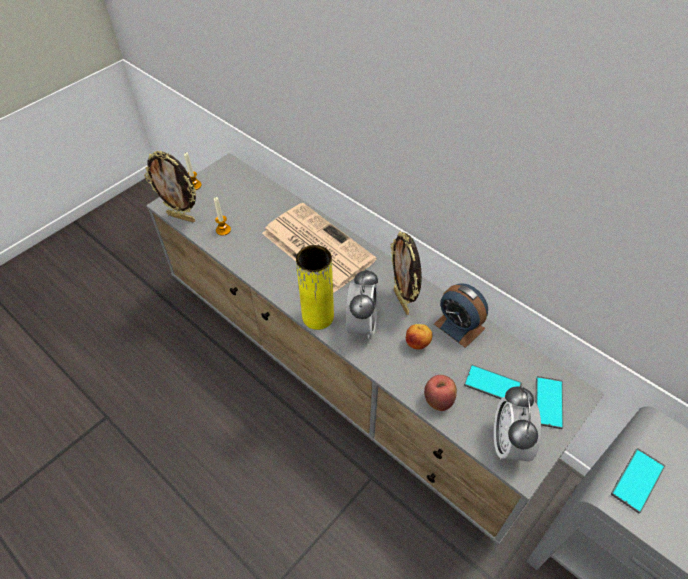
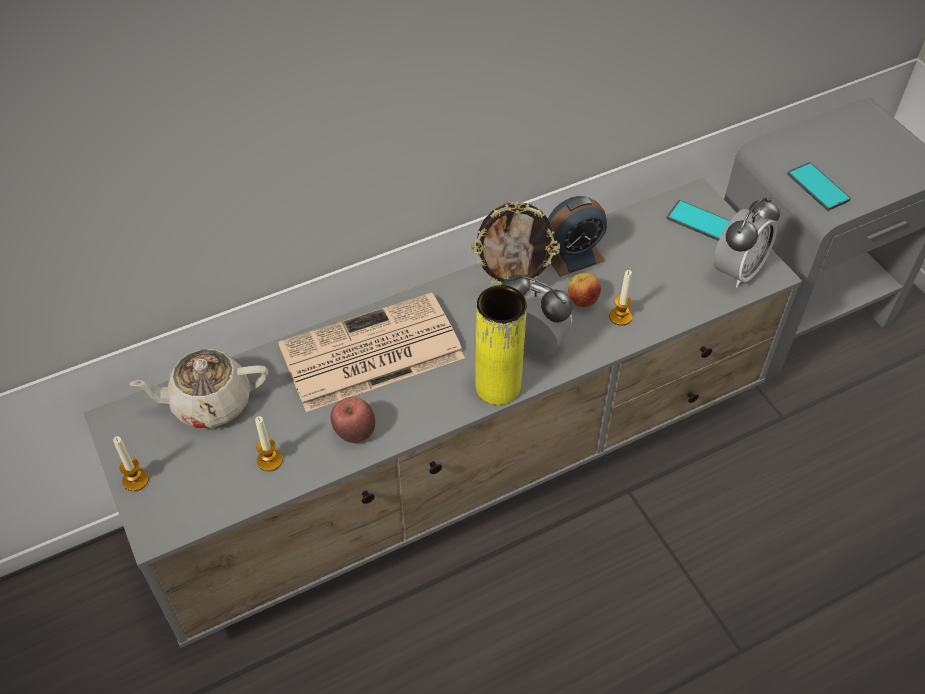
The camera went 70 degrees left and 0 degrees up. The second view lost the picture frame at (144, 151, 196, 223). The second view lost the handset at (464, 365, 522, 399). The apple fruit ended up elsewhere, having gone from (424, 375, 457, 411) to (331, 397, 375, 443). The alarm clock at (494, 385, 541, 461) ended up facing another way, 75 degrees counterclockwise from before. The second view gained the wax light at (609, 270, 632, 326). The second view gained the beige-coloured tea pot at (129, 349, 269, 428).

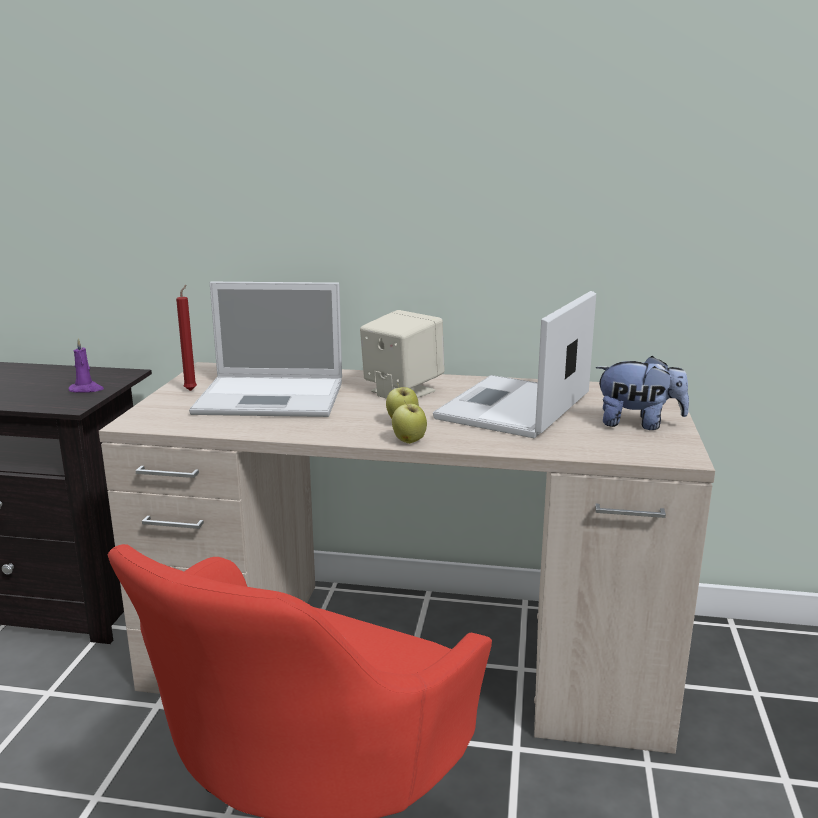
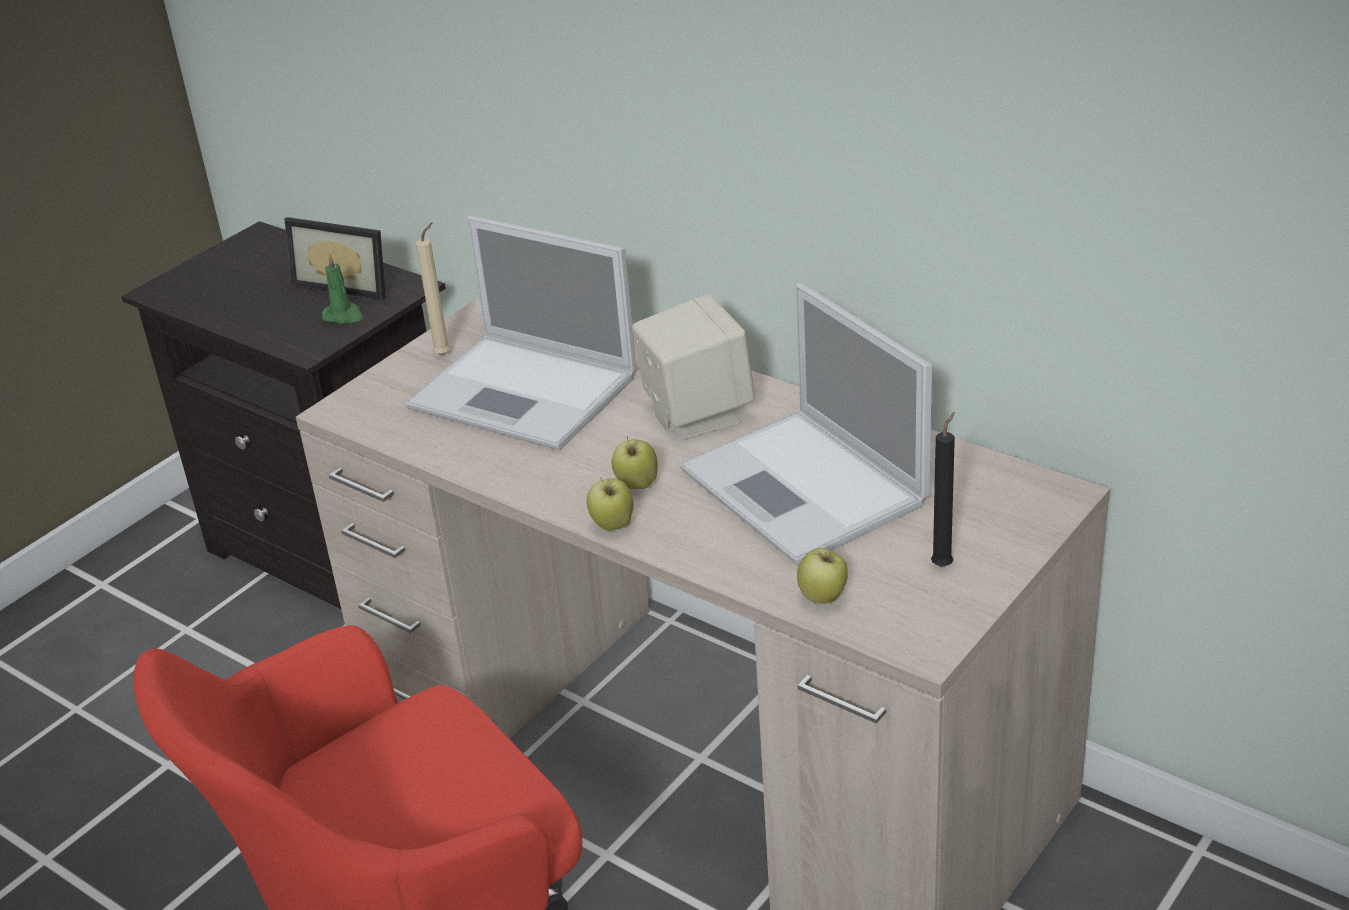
The camera went 30 degrees right and 15 degrees up. What was the red wax light at (176, 285, 197, 391) turned into the beige-coloured wax light at (416, 222, 450, 355). The portable computer at (433, 291, 596, 438) ended up facing another way, 90 degrees counterclockwise from before. What was the purple wax light at (69, 338, 104, 393) turned into the green-coloured wax light at (322, 253, 364, 324). Where the soft toy stood at (596, 356, 689, 430), the blackish wax light came to stand at (931, 412, 955, 567). The second view gained the picture frame at (284, 217, 386, 300). The second view gained the apple fruit at (797, 548, 848, 604).

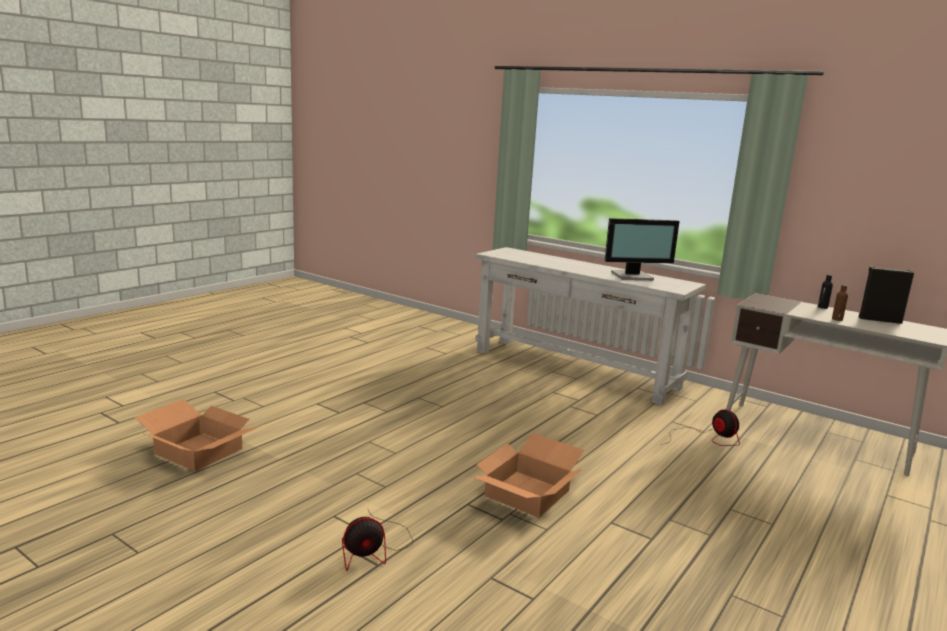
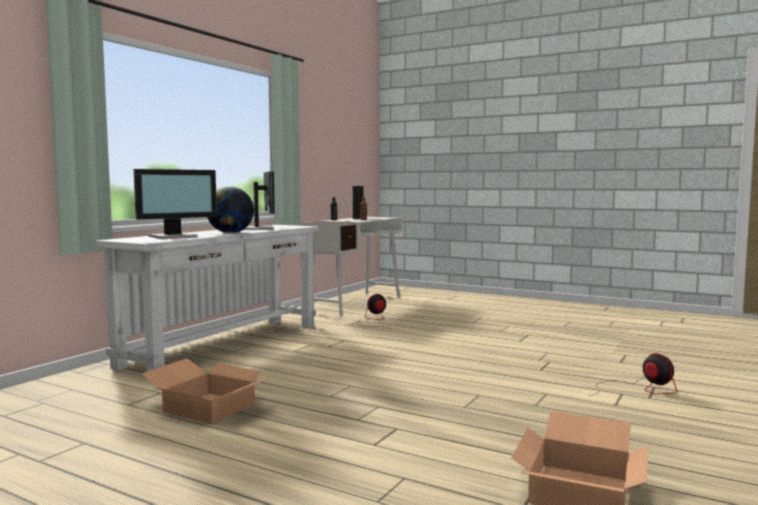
The camera went 95 degrees left and 10 degrees down. The packing box ended up elsewhere, having gone from (471, 433, 584, 518) to (141, 359, 275, 424). The second view gained the computer display at (134, 169, 217, 239). The second view gained the world globe at (207, 187, 254, 233).

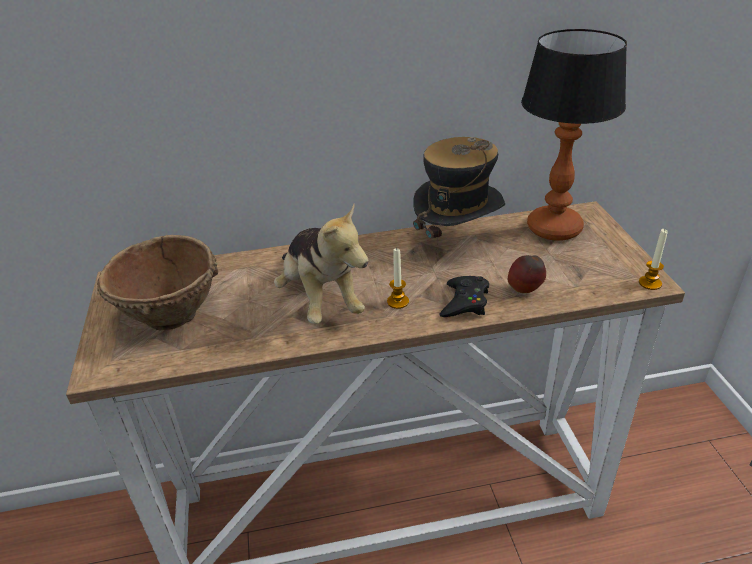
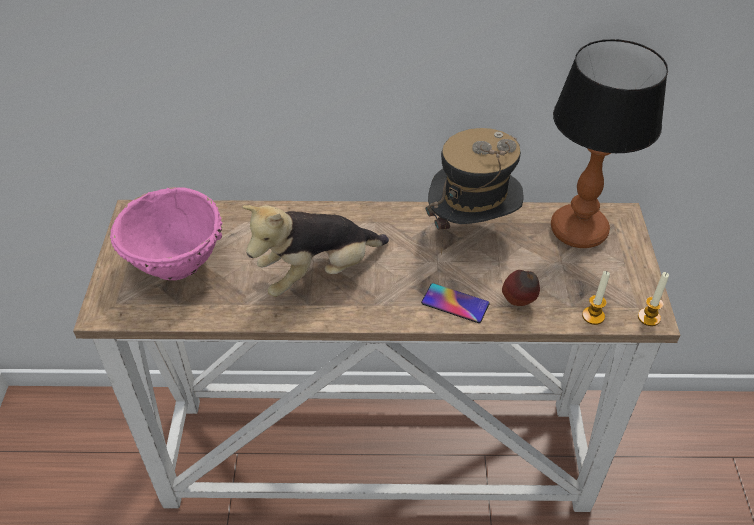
The camera went 10 degrees right and 10 degrees up. The soft toy at (274, 204, 368, 324) ended up facing another way, 75 degrees clockwise from before. What was the brown-coloured deep dish at (97, 235, 218, 330) turned into the pink-coloured deep dish at (110, 187, 222, 280). The wax light ended up elsewhere, having gone from (387, 248, 409, 309) to (582, 271, 610, 325). Where the blackish gamepad stood at (439, 276, 489, 317), the handset came to stand at (421, 283, 490, 323).

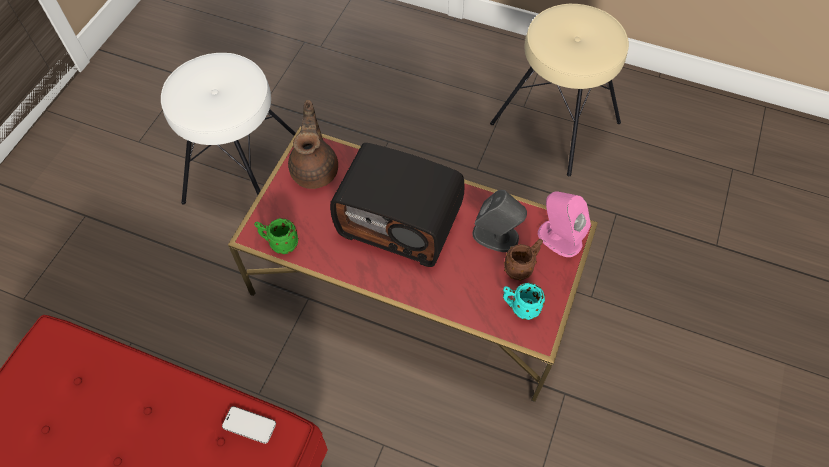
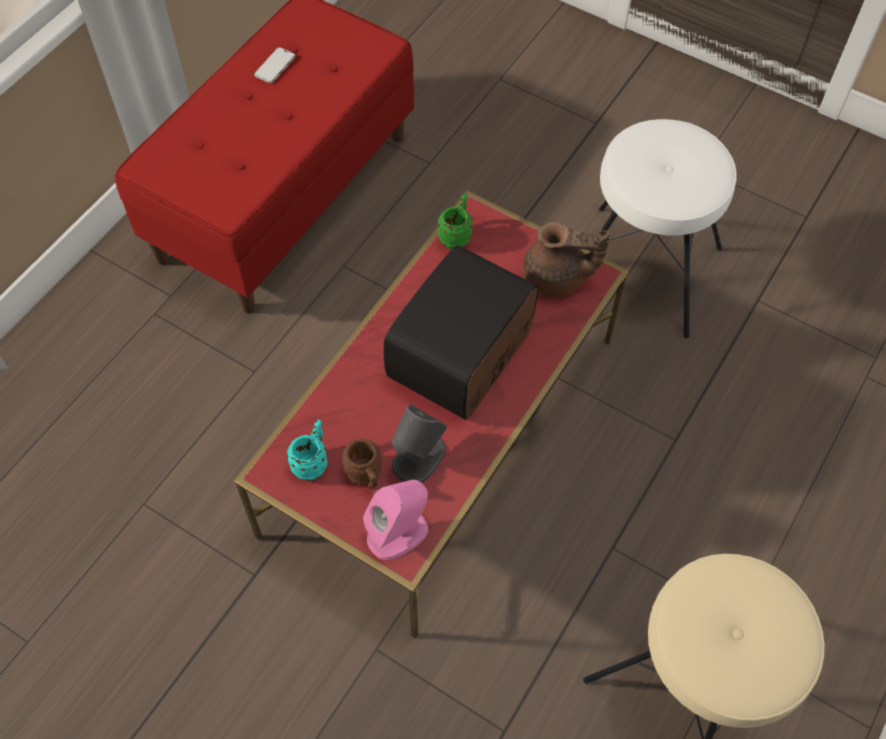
The camera went 100 degrees right and 0 degrees up. The handset ended up elsewhere, having gone from (222, 406, 276, 444) to (254, 47, 295, 83).

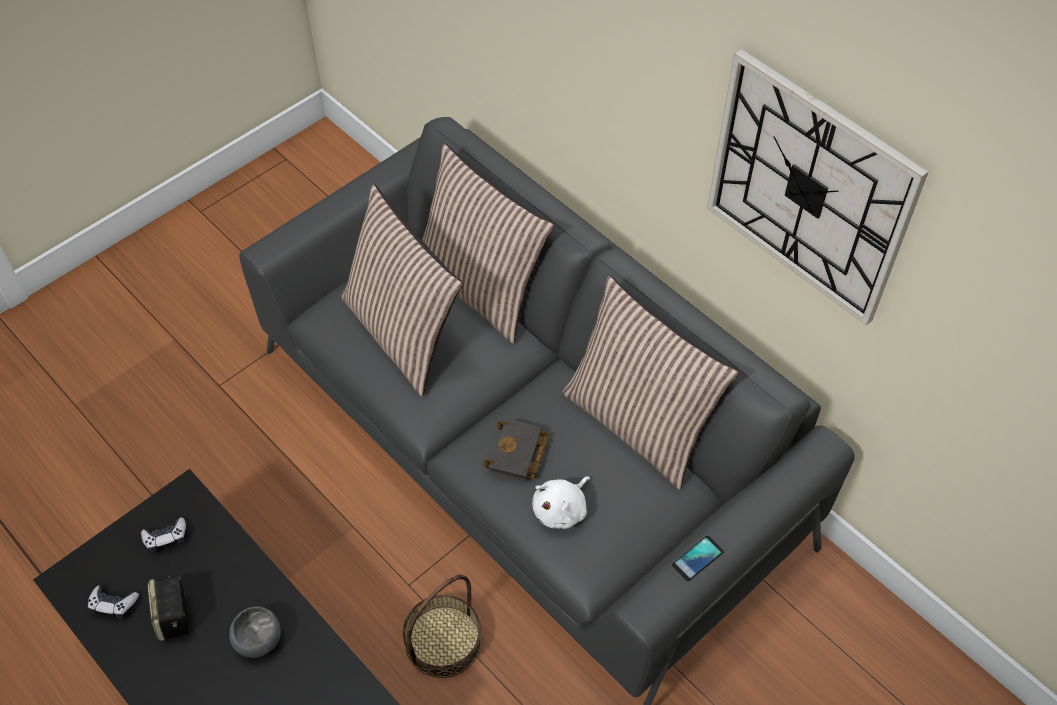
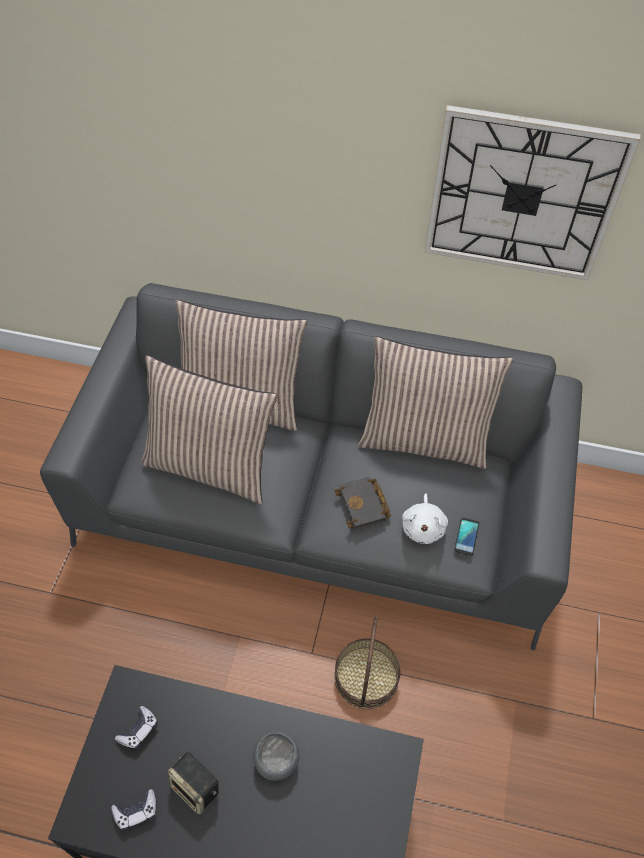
The camera went 35 degrees left and 0 degrees up. The handset ended up elsewhere, having gone from (672, 536, 724, 581) to (454, 518, 479, 556).

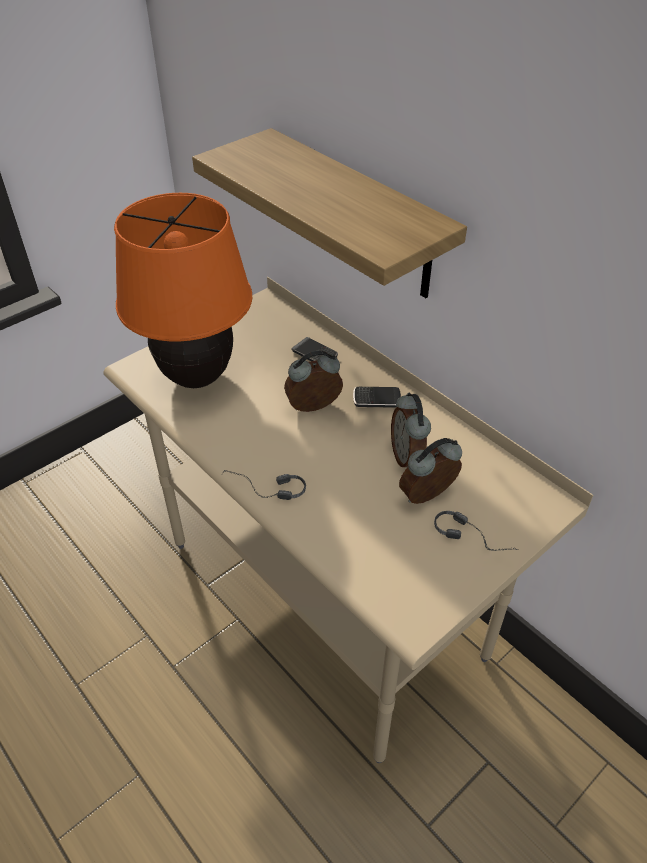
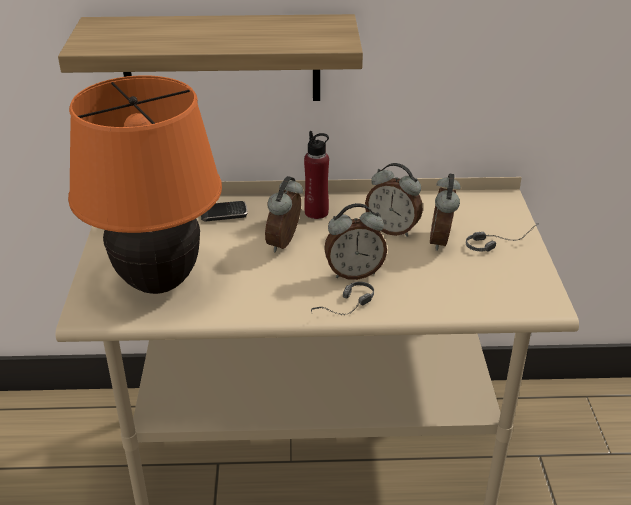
The camera went 50 degrees left and 10 degrees down. Where the handset stood at (353, 387, 401, 408), the red beverage bottle came to stand at (304, 131, 329, 219). The second view gained the alarm clock at (324, 203, 387, 280).

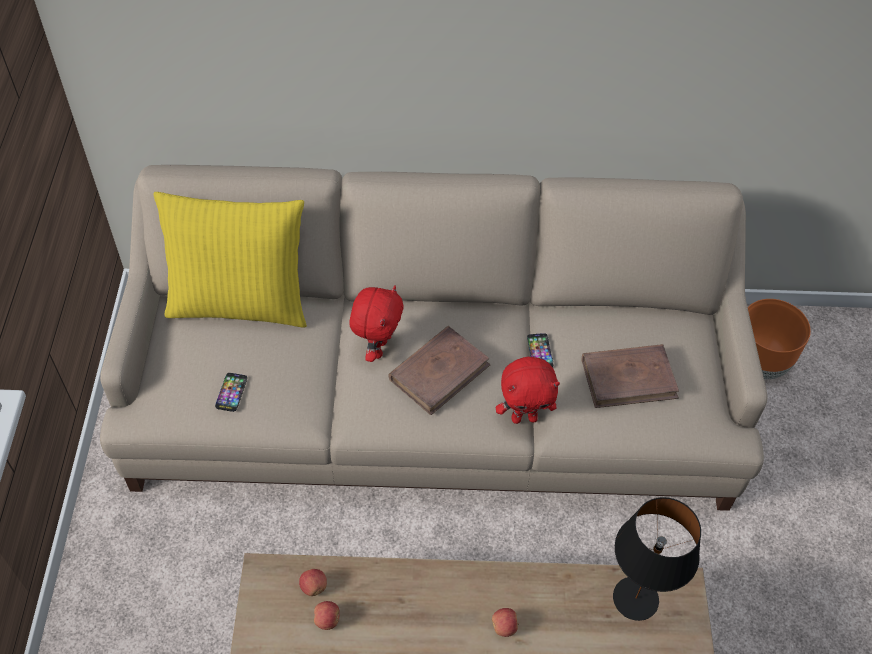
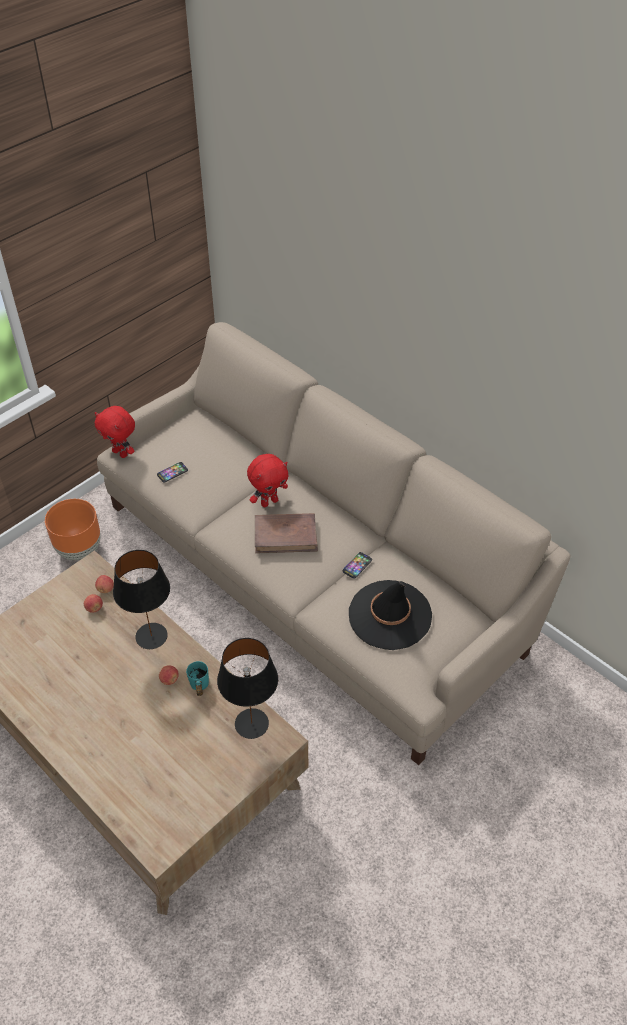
The camera went 45 degrees right and 5 degrees down. The second view lost the yellowish cushion at (153, 192, 307, 328). The orange flower pot ended up elsewhere, having gone from (748, 299, 811, 379) to (45, 499, 101, 560). Where the brown-coloured book stood at (582, 344, 679, 408), the blackish wearable hat came to stand at (349, 580, 432, 650). The red soft toy ended up elsewhere, having gone from (496, 357, 560, 424) to (95, 406, 135, 458). The second view gained the blackish lamp for a table at (113, 550, 170, 649). The second view gained the turquoise coffee mug at (186, 661, 209, 696).

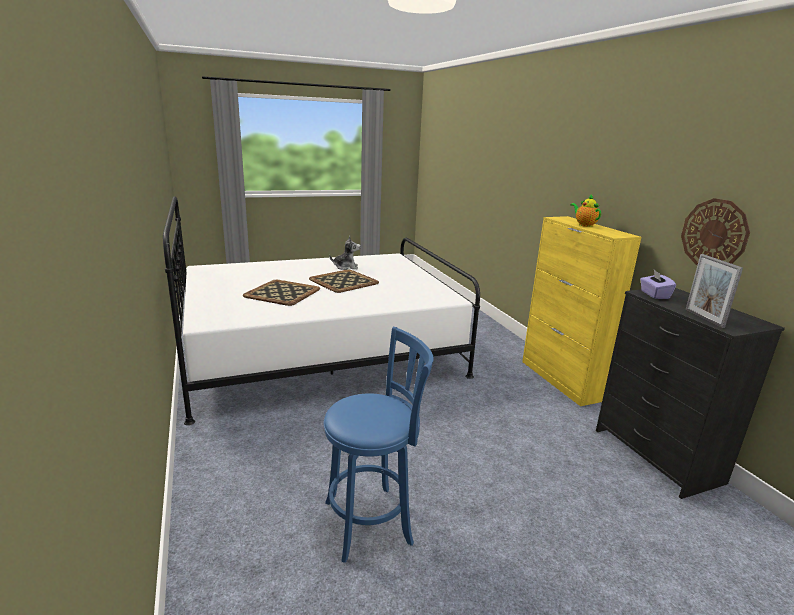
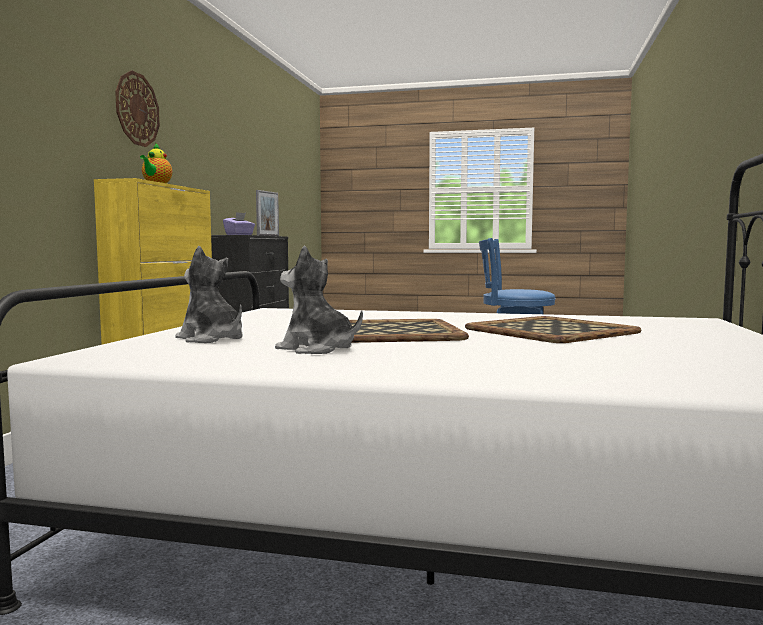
The camera went 145 degrees left and 15 degrees down. The wall clock ended up elsewhere, having gone from (681, 198, 750, 265) to (115, 70, 160, 147). The second view gained the soft toy at (175, 246, 243, 343).

